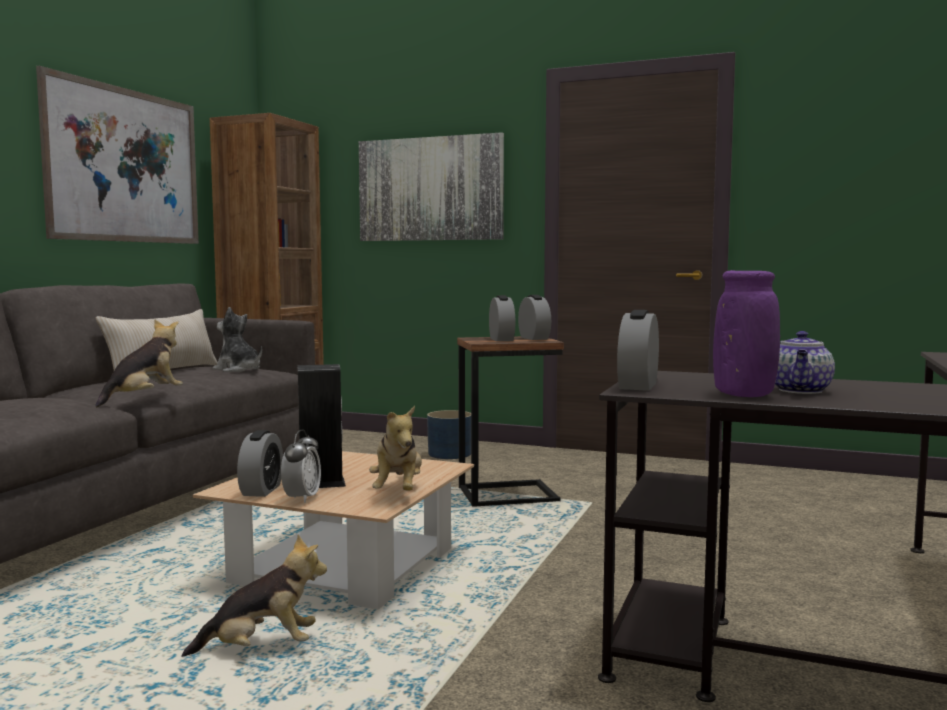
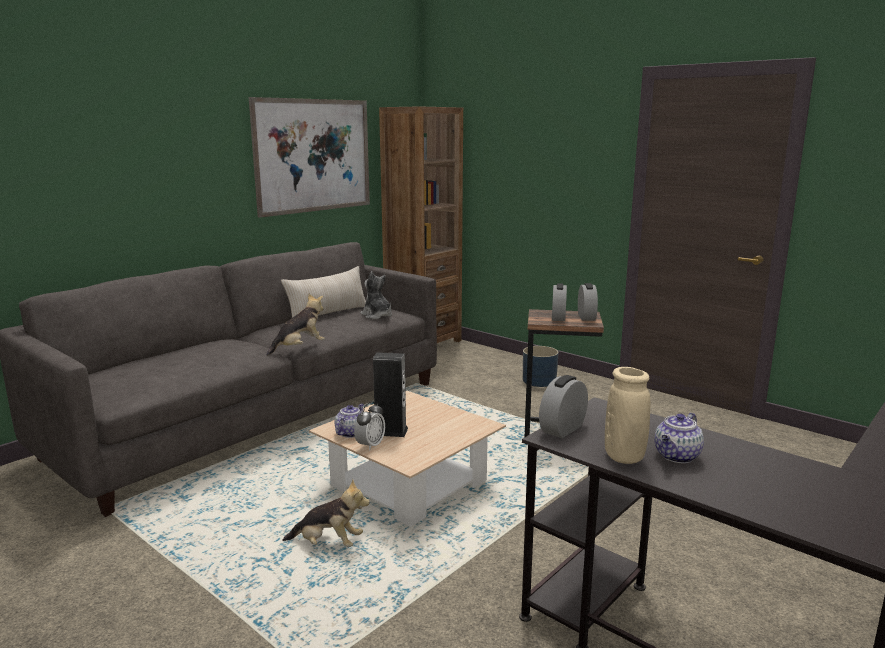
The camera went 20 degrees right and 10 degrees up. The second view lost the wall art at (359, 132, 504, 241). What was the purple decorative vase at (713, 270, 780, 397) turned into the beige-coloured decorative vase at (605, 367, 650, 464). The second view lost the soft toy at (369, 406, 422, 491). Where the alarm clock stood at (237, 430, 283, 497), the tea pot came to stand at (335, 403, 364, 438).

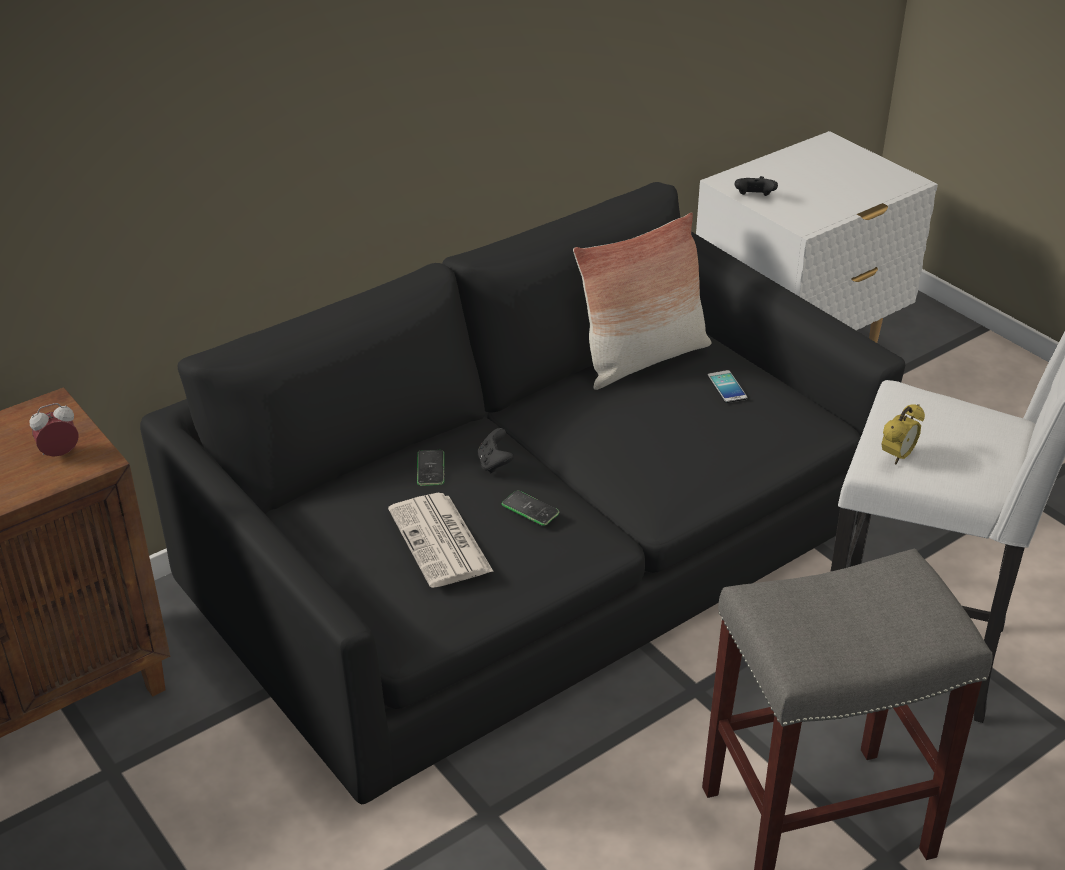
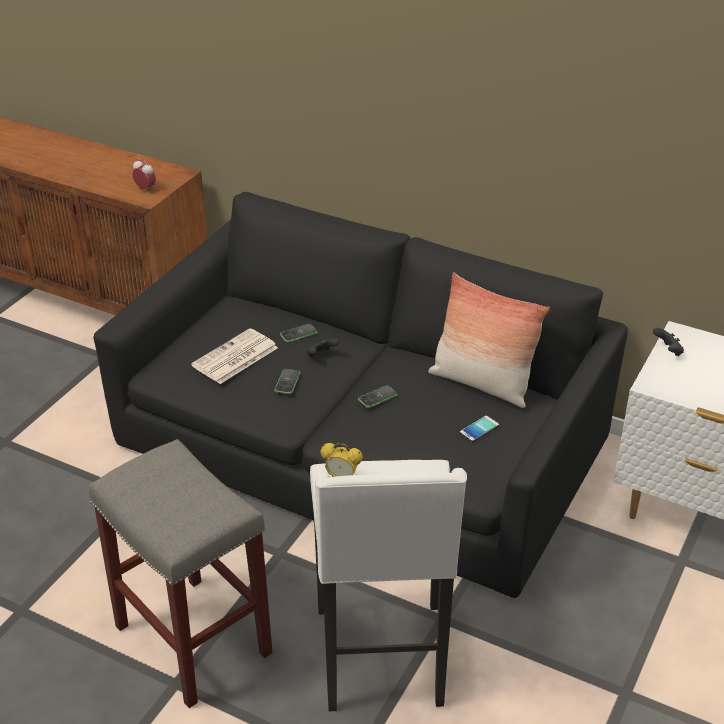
The camera went 65 degrees right and 0 degrees up. The second view gained the handset at (358, 385, 398, 408).

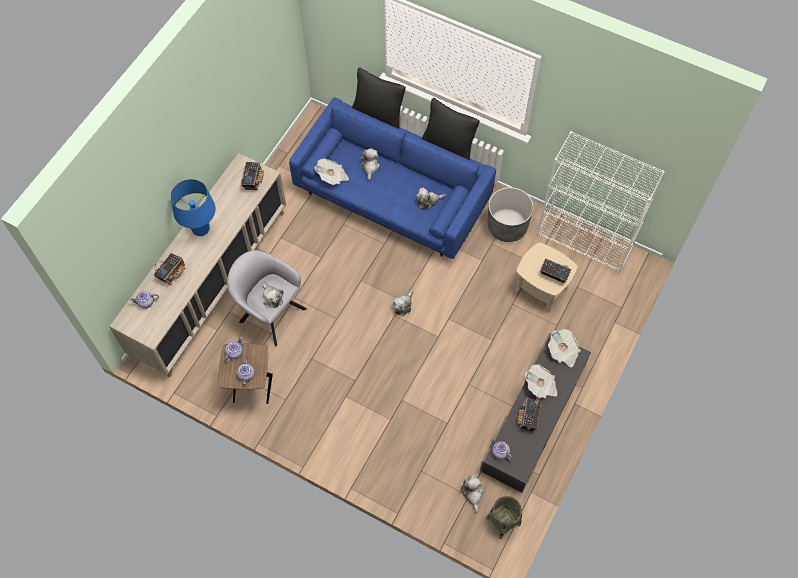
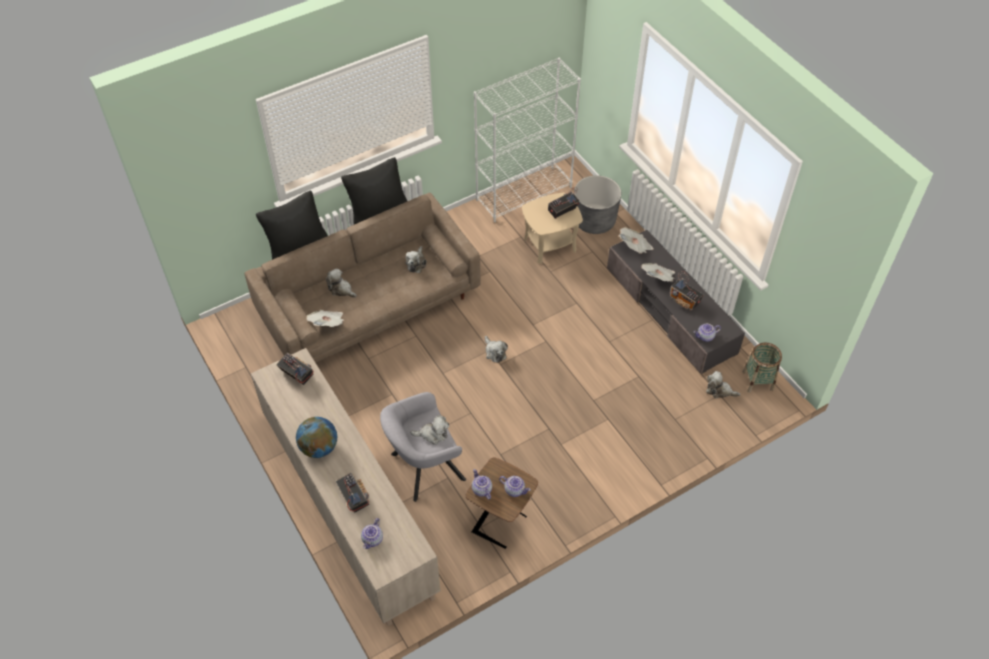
The camera went 60 degrees left and 10 degrees down. What was the blue sofa at (289, 98, 496, 259) turned into the beige-coloured sofa at (244, 193, 480, 363). Where the blue lamp for a table stood at (170, 179, 216, 236), the world globe came to stand at (296, 417, 337, 458). The greyish flower pot ended up elsewhere, having gone from (488, 187, 534, 242) to (574, 175, 621, 234).

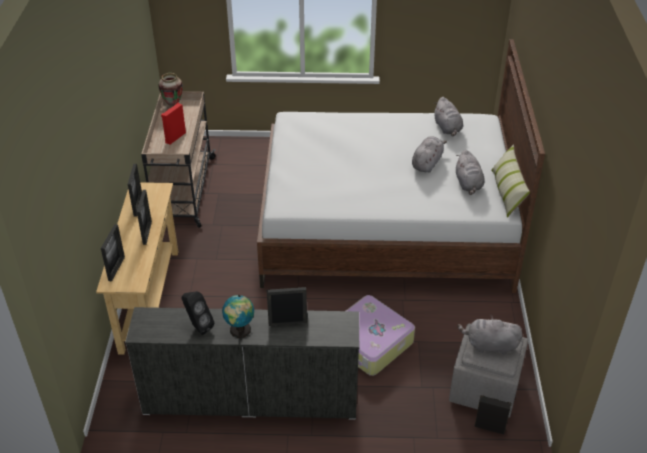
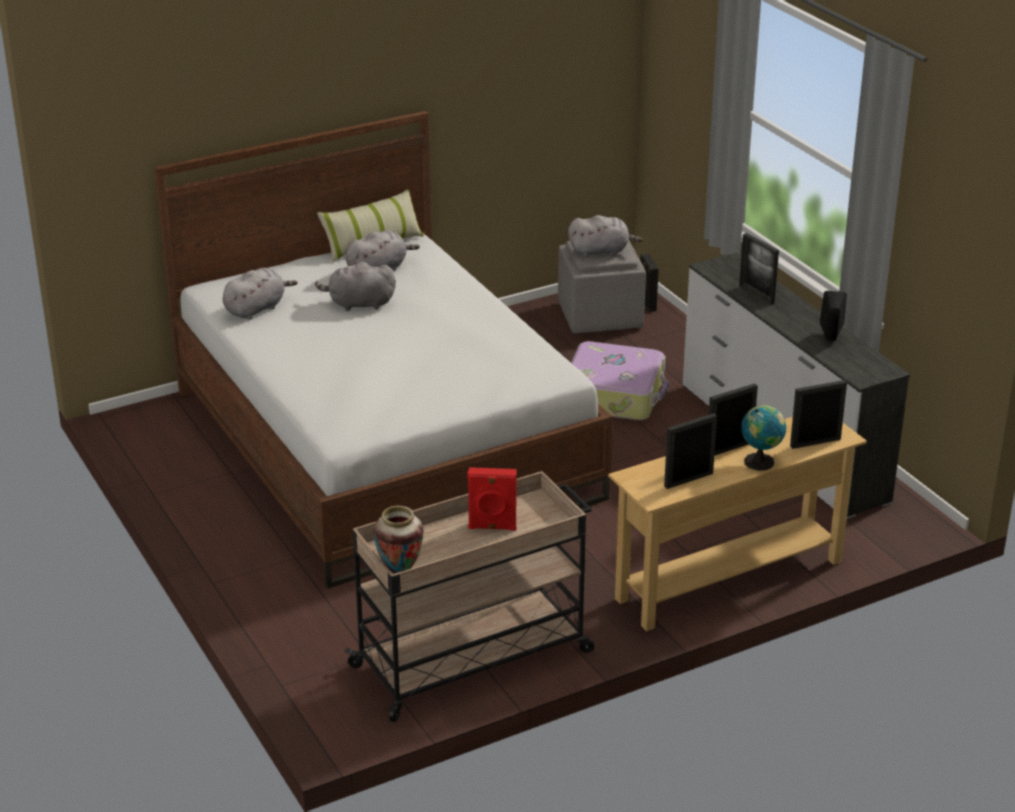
The camera went 120 degrees left and 10 degrees down. The world globe ended up elsewhere, having gone from (222, 295, 254, 338) to (741, 405, 786, 470). The greyish soft toy at (458, 315, 522, 355) ended up facing another way, 75 degrees counterclockwise from before.

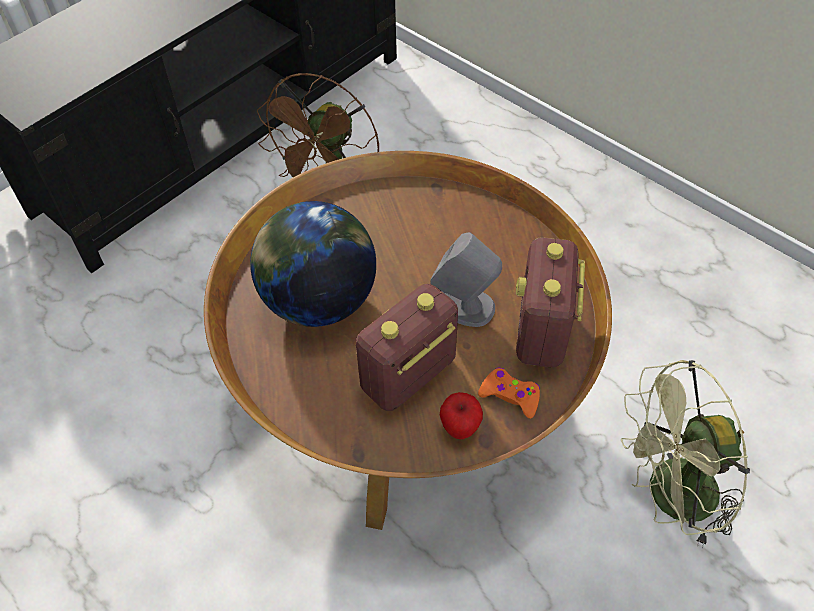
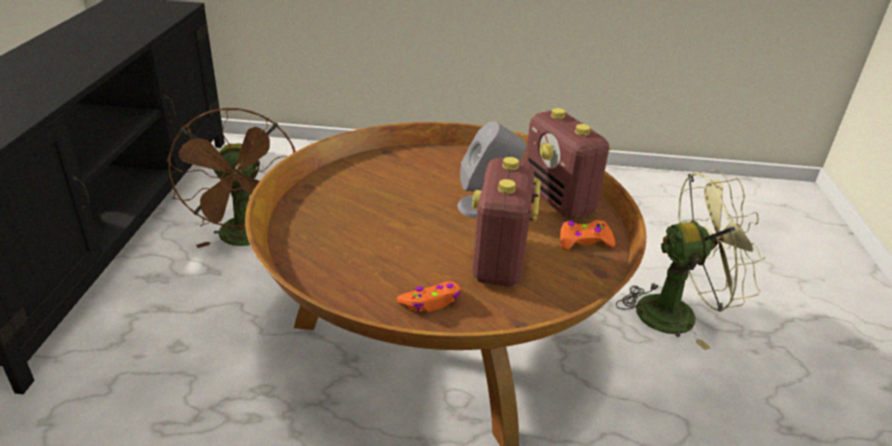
The camera went 40 degrees left and 20 degrees down. The second view lost the world globe at (250, 201, 376, 327). The green-coloured electric fan at (621, 360, 750, 548) ended up facing another way, 135 degrees counterclockwise from before. The second view lost the apple fruit at (440, 392, 483, 439). The second view gained the orange gamepad at (397, 282, 461, 312).

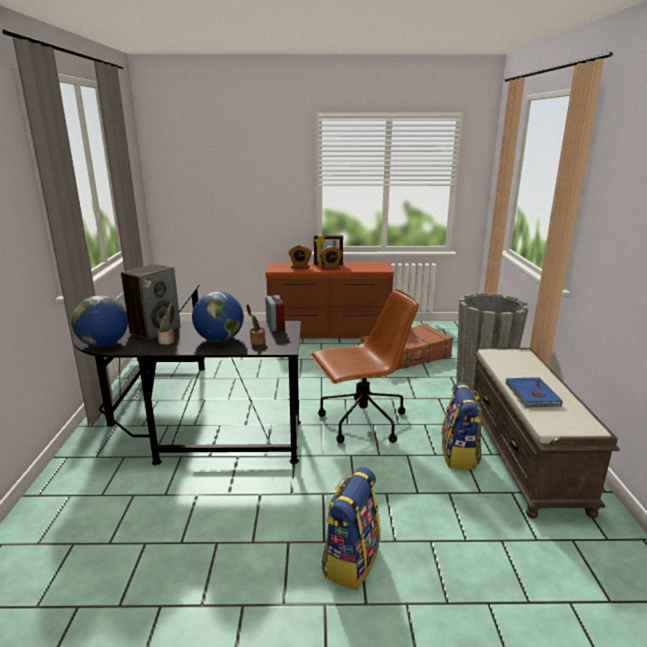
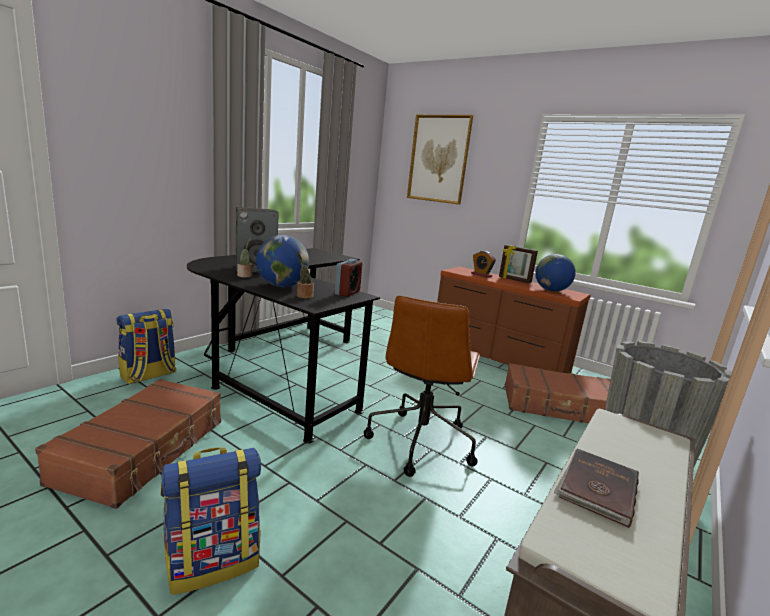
The camera went 35 degrees right and 5 degrees down. The second view lost the alarm clock at (319, 246, 343, 270). The brown-coloured desk chair at (311, 289, 419, 443) ended up facing another way, 90 degrees clockwise from before. The world globe ended up elsewhere, having gone from (71, 295, 128, 347) to (535, 254, 576, 292). What was the blue book at (506, 377, 562, 407) turned into the brown-coloured book at (553, 449, 639, 528). The backpack ended up elsewhere, having gone from (441, 382, 482, 469) to (116, 309, 176, 384). The second view gained the wall art at (407, 115, 473, 205). The second view gained the brown-coloured piece of luggage at (35, 379, 221, 509).

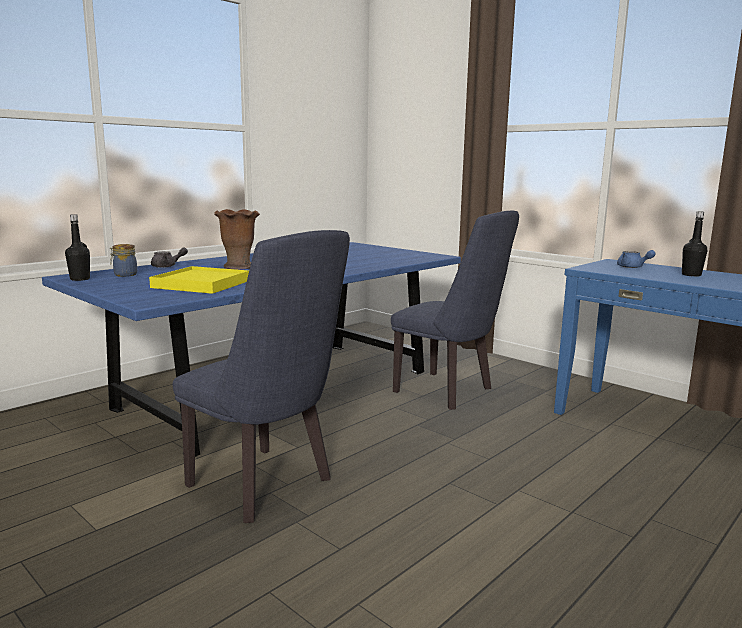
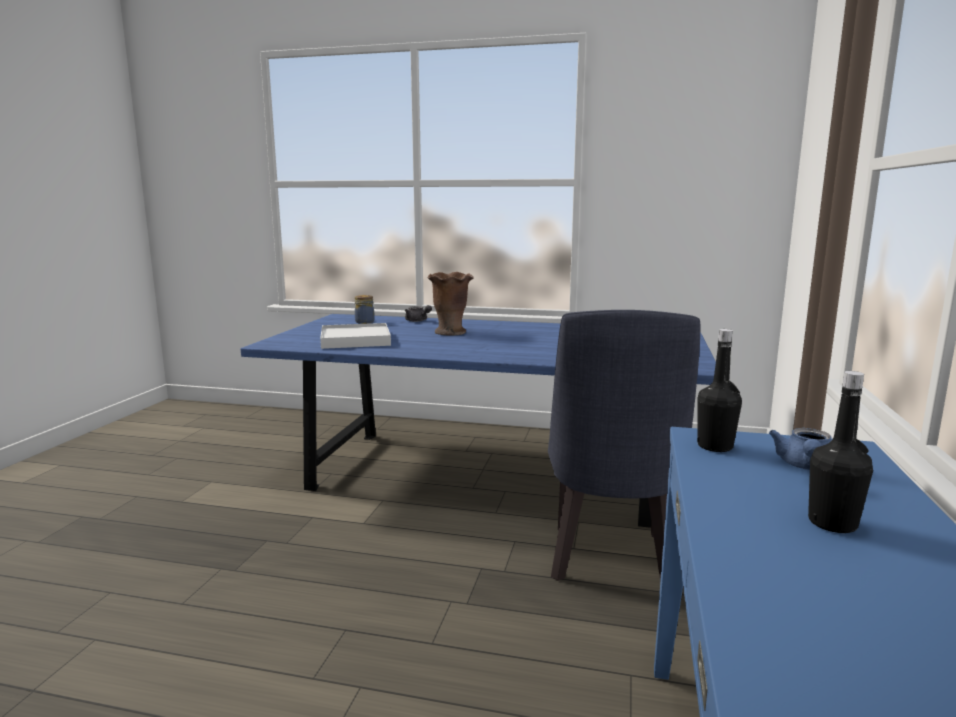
The camera went 60 degrees right and 0 degrees up. The blackish beverage bottle ended up elsewhere, having gone from (65, 214, 90, 281) to (697, 329, 742, 452). The second view lost the blue plain chair at (173, 230, 350, 523). What was the yellowish tray at (149, 266, 249, 294) turned into the white tray at (320, 323, 391, 349).

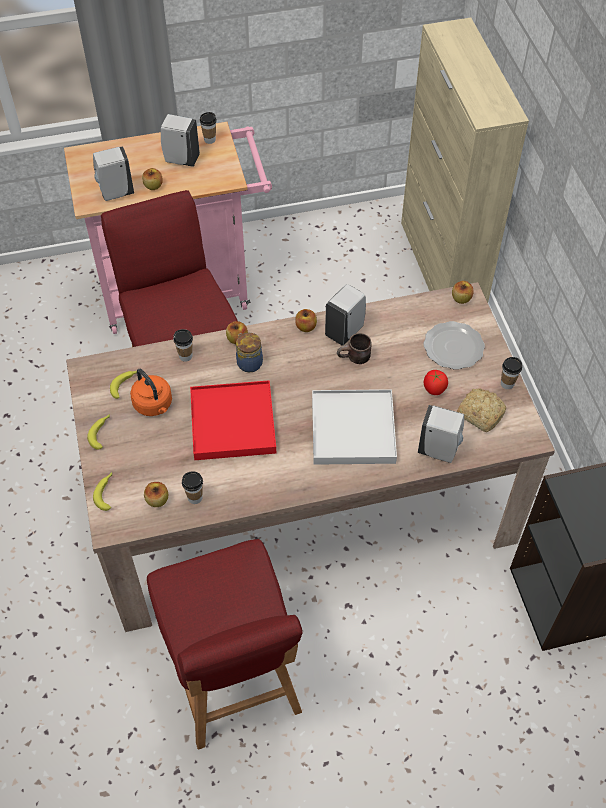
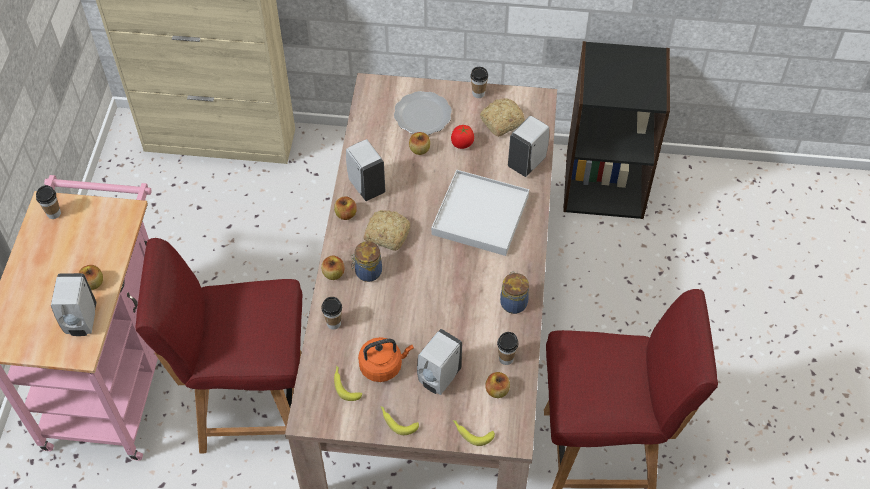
The camera went 70 degrees left and 0 degrees up. The white soap bottle ended up elsewhere, having gone from (161, 114, 200, 167) to (417, 329, 462, 395). The apple fruit ended up elsewhere, having gone from (452, 281, 473, 304) to (409, 132, 430, 155). The second view lost the brown-coloured coffee mug at (337, 333, 371, 364). The second view lost the red tray at (190, 380, 276, 460). The second view gained the baked bread at (364, 210, 410, 251). The second view gained the jar at (500, 271, 529, 314).

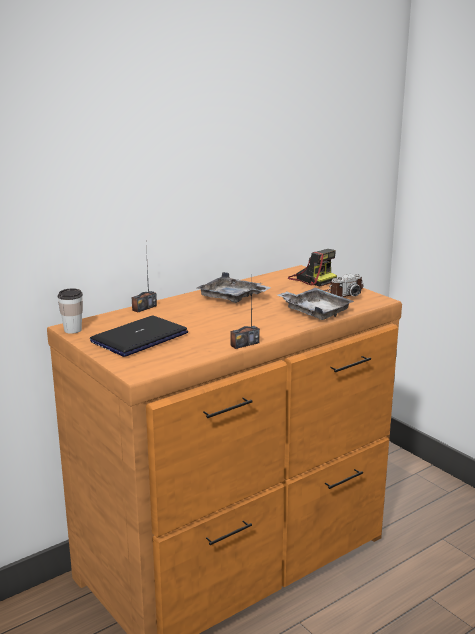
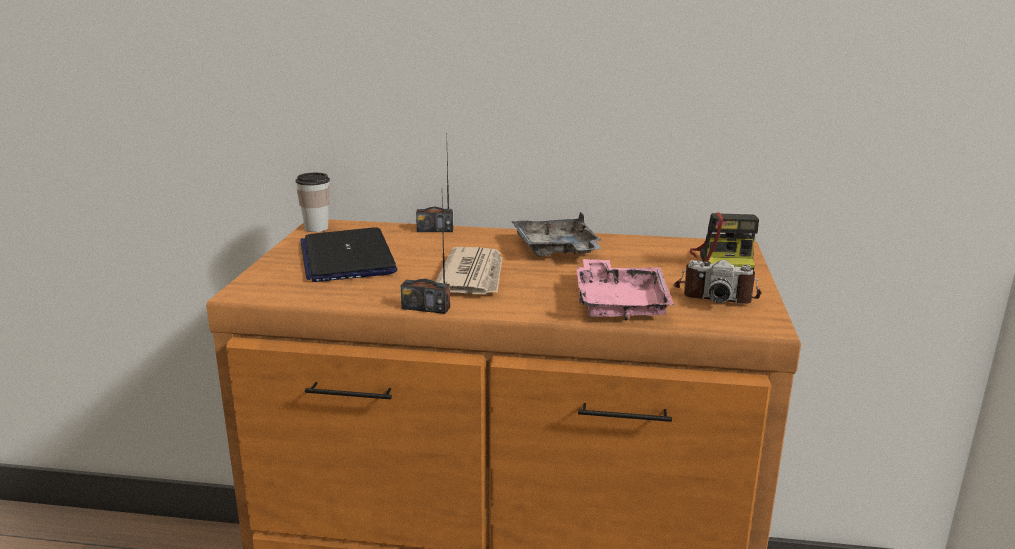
The camera went 45 degrees right and 0 degrees up. What was the greyish tray at (277, 288, 354, 320) turned into the pink-coloured tray at (576, 259, 674, 320). The portable computer at (90, 316, 188, 357) ended up facing another way, 105 degrees counterclockwise from before. The second view gained the newspaper at (435, 247, 503, 294).

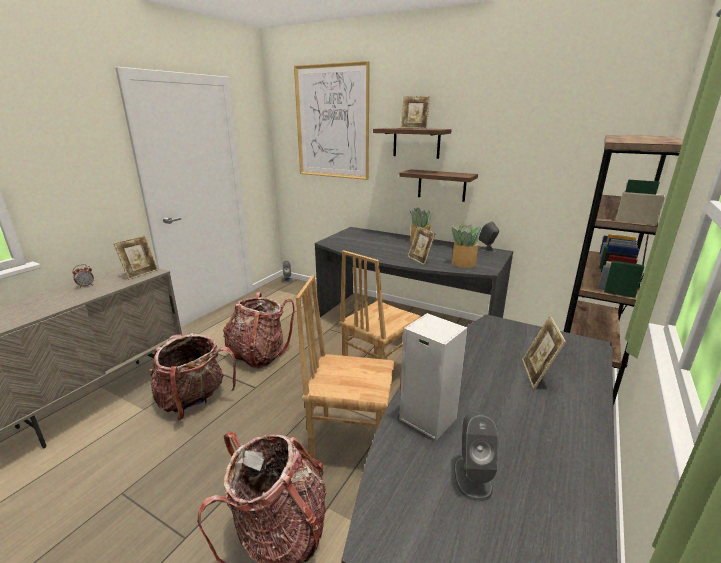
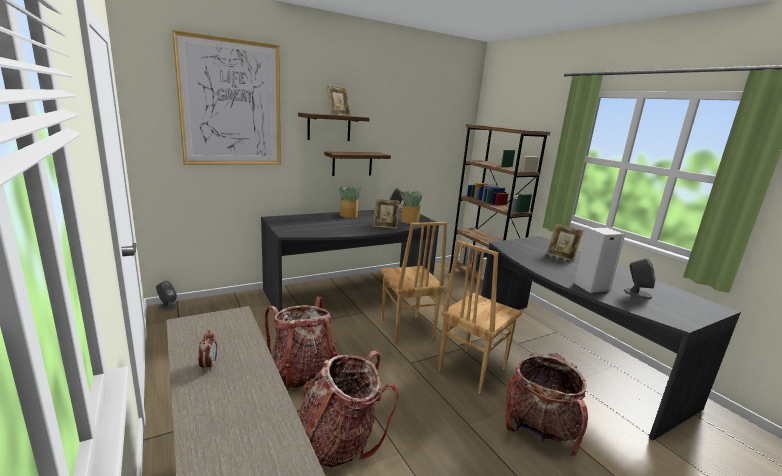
The camera went 60 degrees left and 5 degrees down. The second view lost the picture frame at (113, 236, 158, 280).

